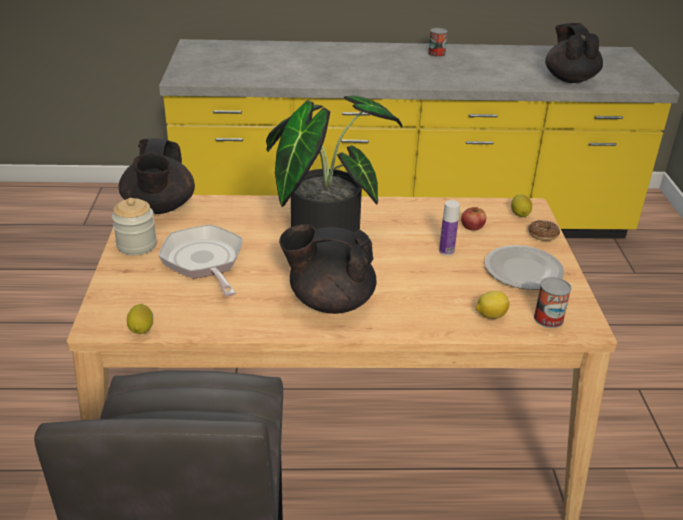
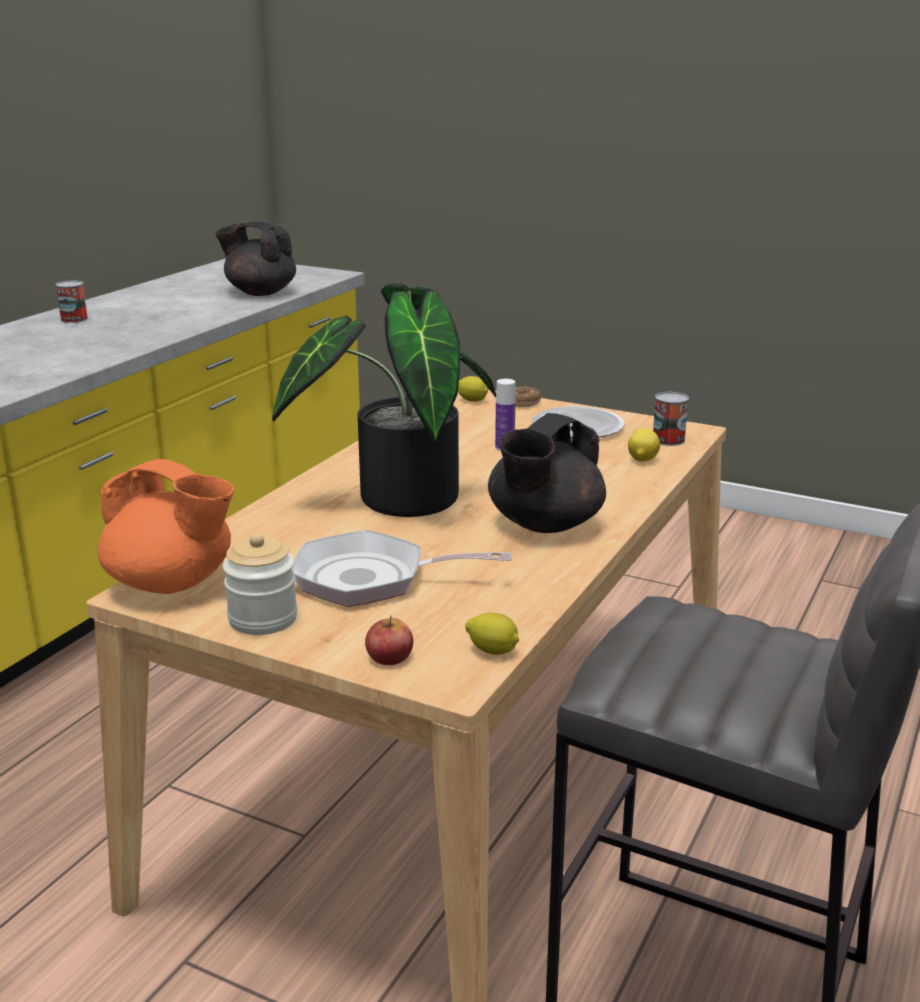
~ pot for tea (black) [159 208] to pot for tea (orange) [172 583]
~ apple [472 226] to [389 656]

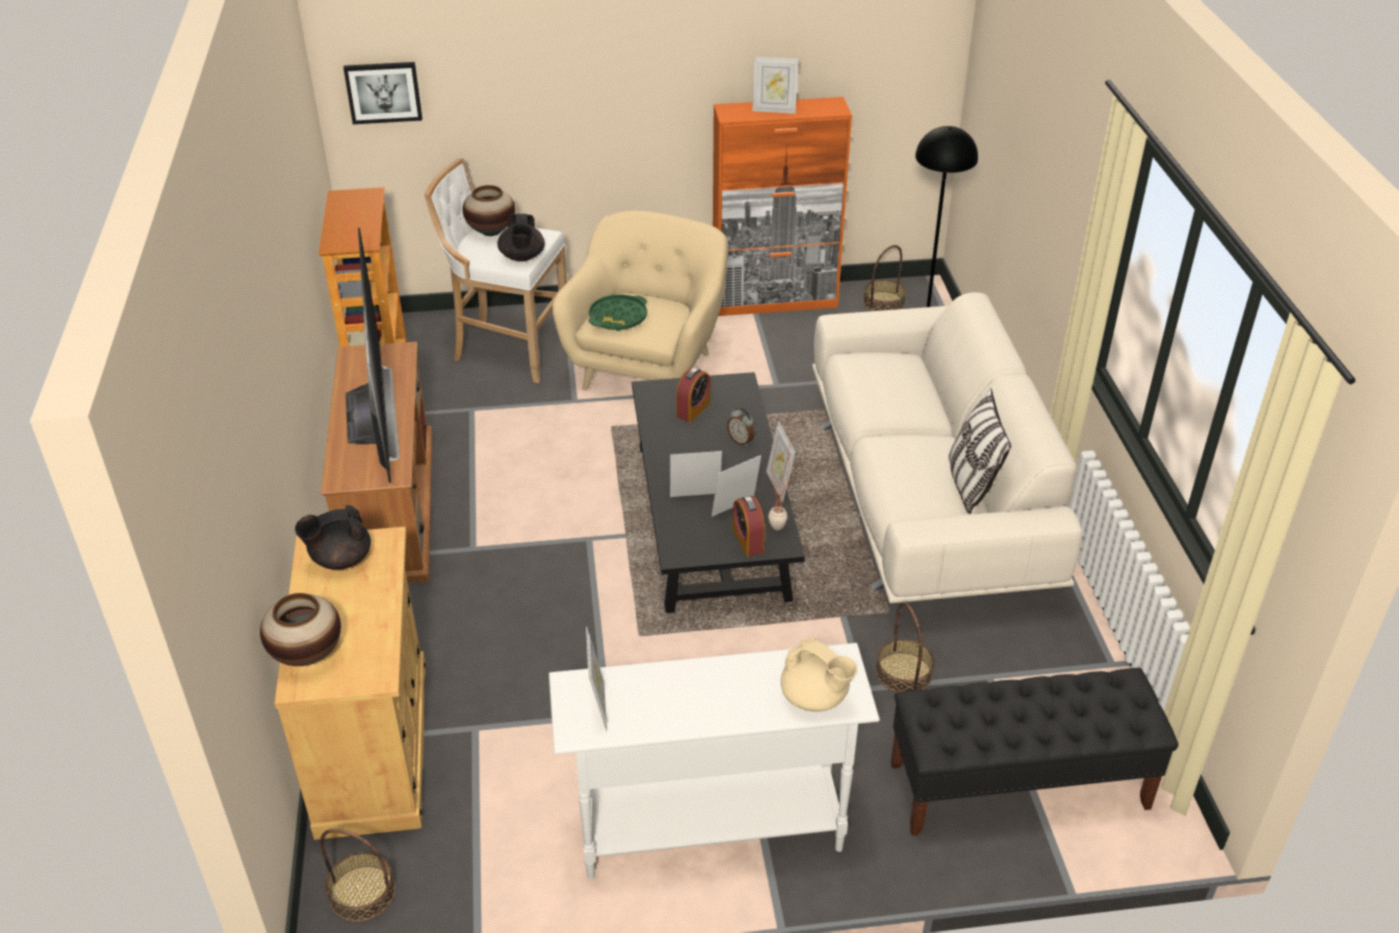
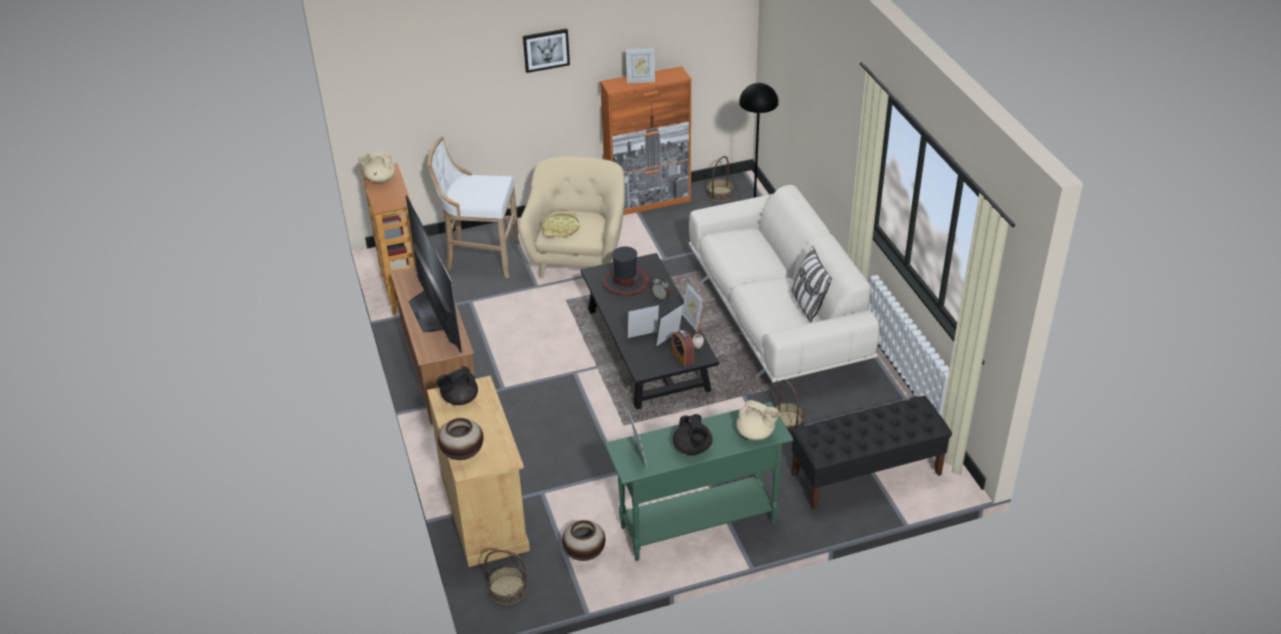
+ pot for tea (beige-coloured) [379 179]
~ wall art [383 92] to [546 50]
~ carrying tray (green-coloured) [618 317] to carrying tray (yellow-coloured) [561 228]
~ vase [491 231] to [585 553]
~ alarm clock [693 409] to wearable hat [625 282]
~ narrow table (white) [709 829] to narrow table (green-coloured) [697 524]
~ pot for tea (black) [522 257] to [693 448]

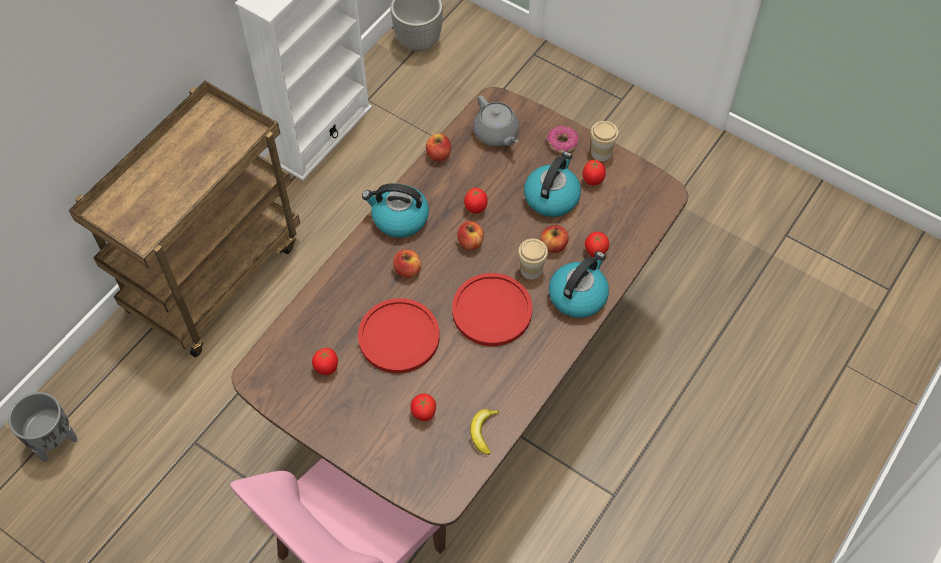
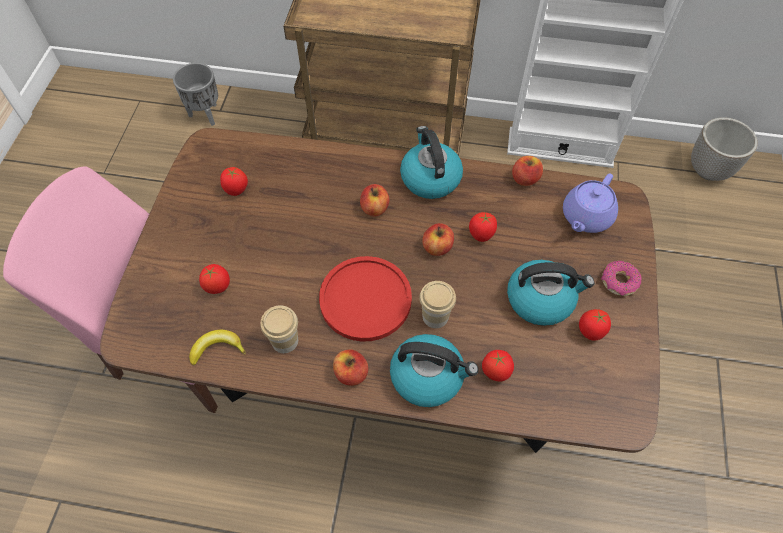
~ cup [601 153] to [285 341]
~ apple [553 245] to [351 373]
~ pot for tea (gray) [496 134] to pot for tea (purplish) [586 217]
- dinner plate (red) [399 337]

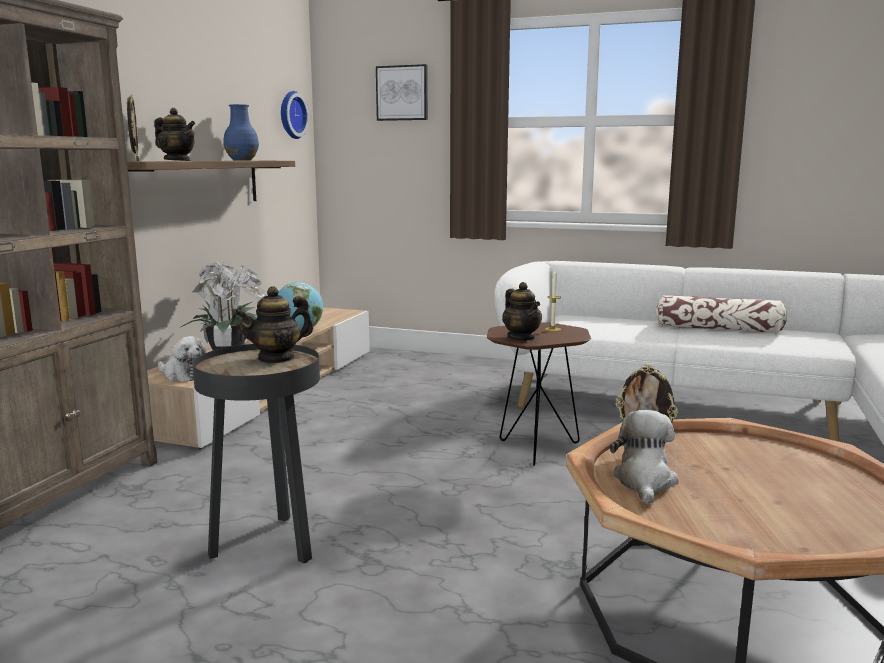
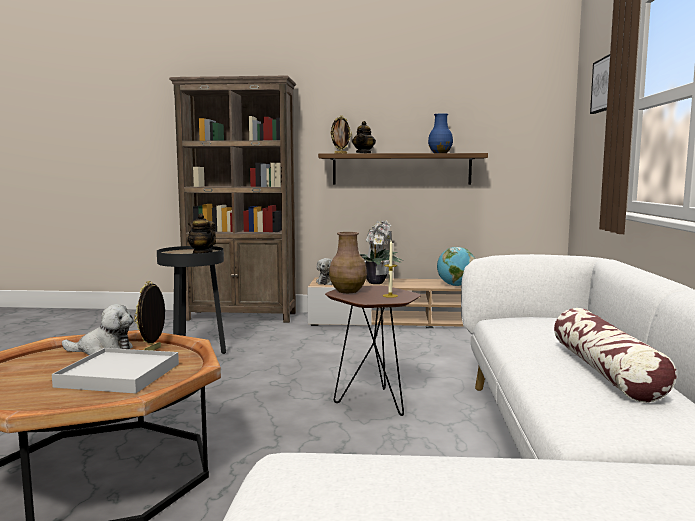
+ carrying tray (white) [119 375]
~ pot for tea [521 338] to vase (brownish) [348 291]
- hanging clock [291 115]

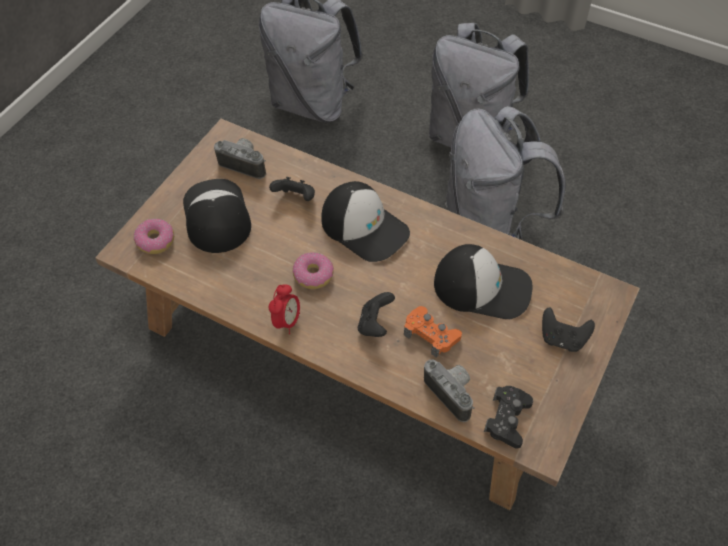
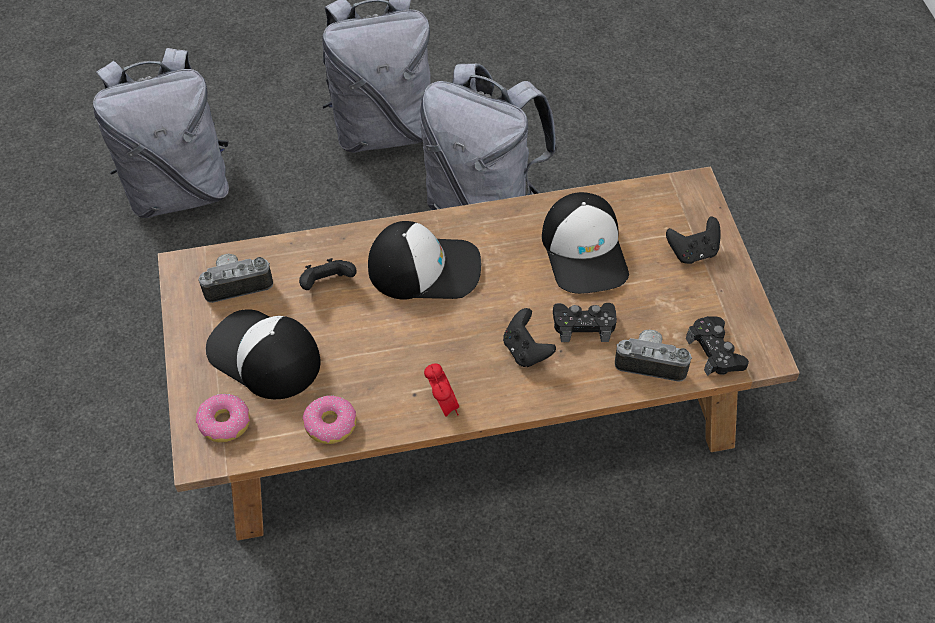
~ doughnut [313 275] to [331 424]
~ peaked cap [483 286] = [585 251] 105 degrees clockwise
~ joypad (orange) [431 335] to joypad (black) [583 325]

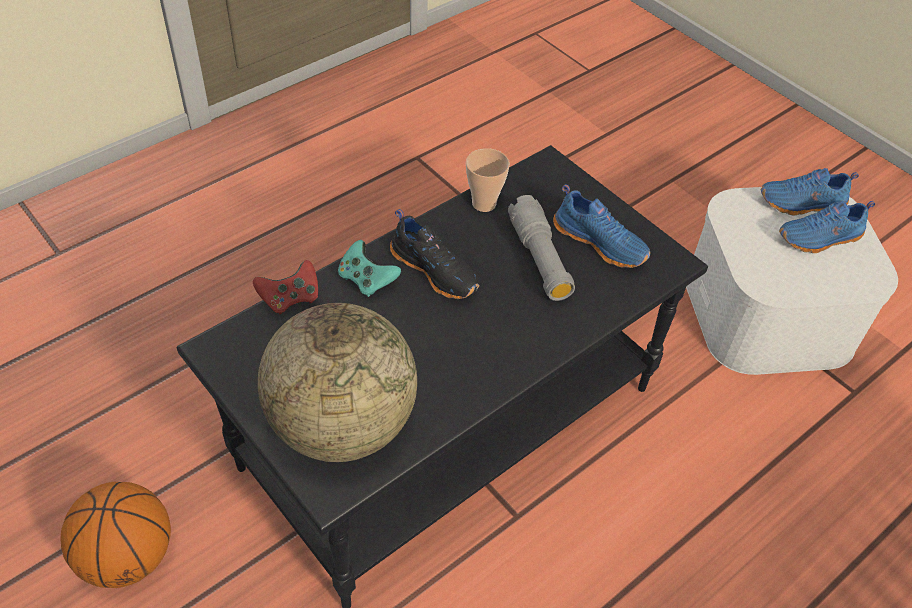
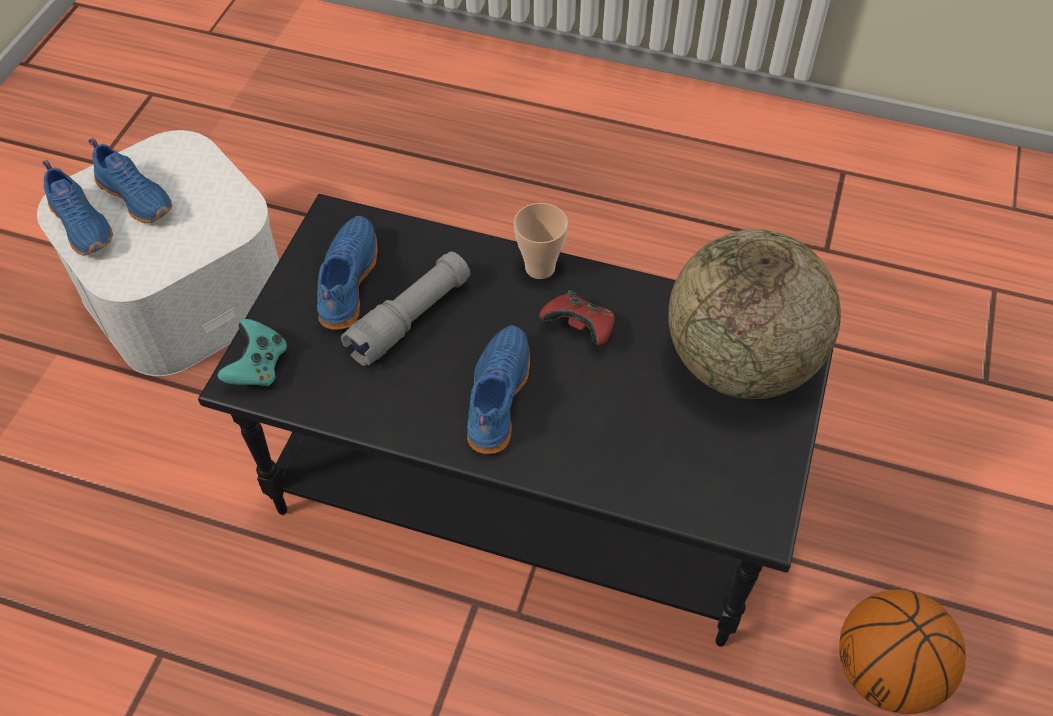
~ joypad (turquoise-coloured) [366 280] to [258 367]
~ shoe (black) [436 270] to shoe (blue) [495 397]
~ cup [484 203] to [540 268]
~ joypad (red) [290 298] to [580 329]

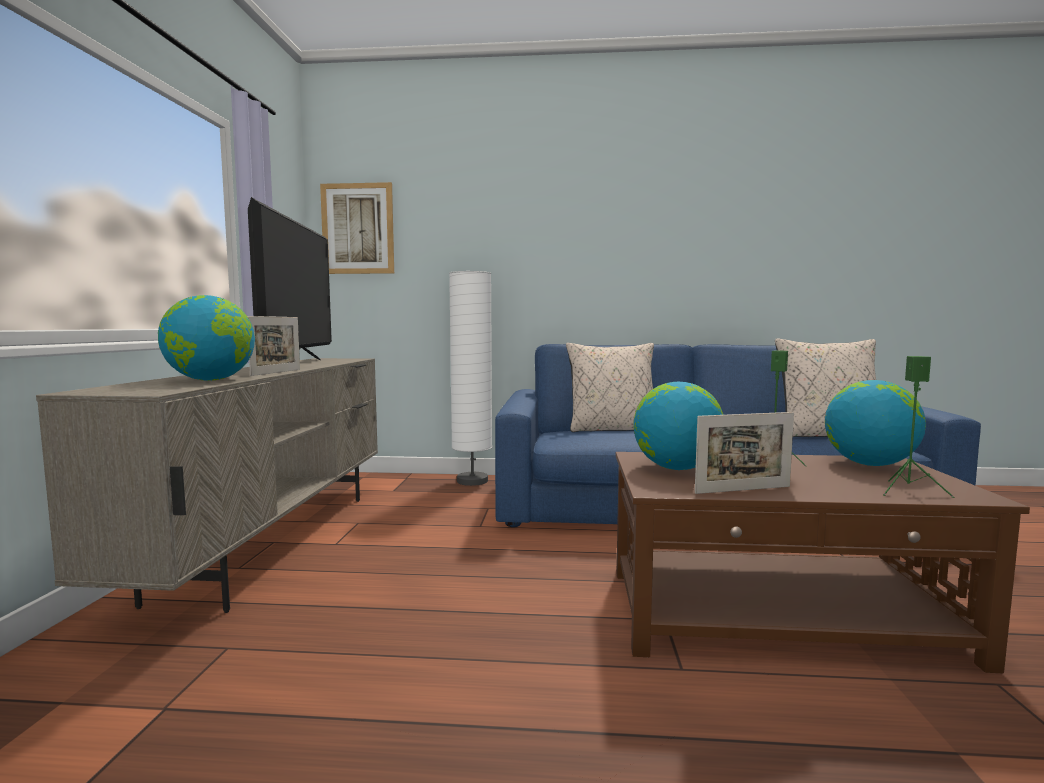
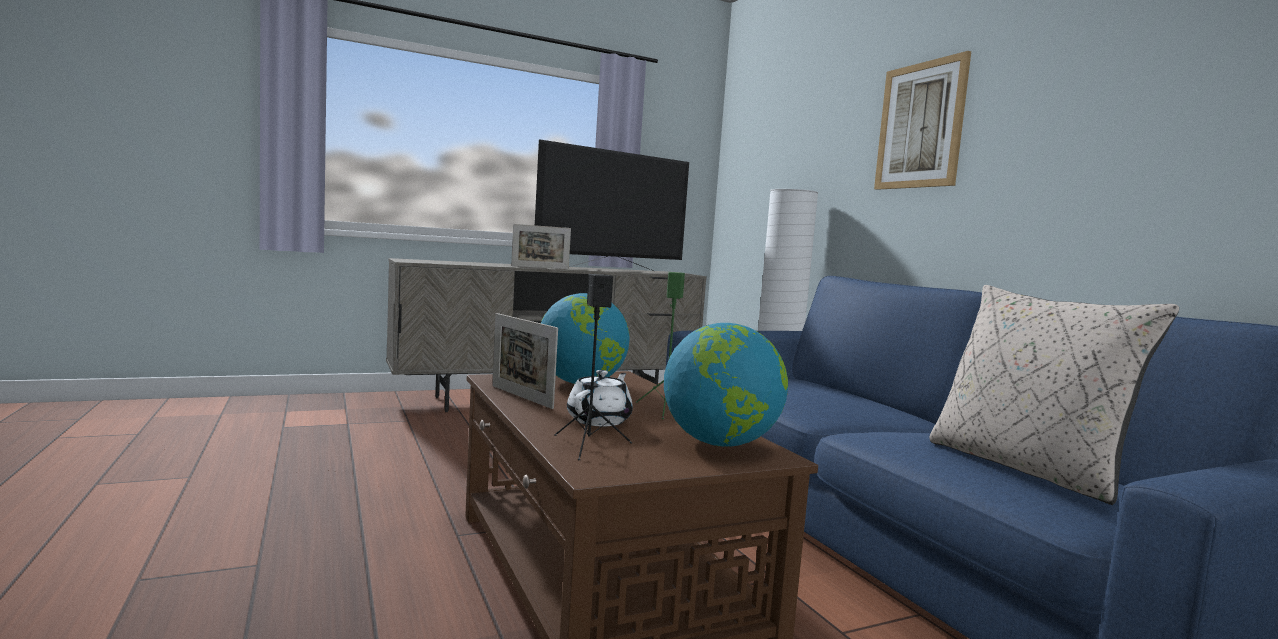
~ speaker (green-coloured) [909 491] to speaker (black) [588 446]
+ pot for tea (white) [600 420]
~ wall art [358 229] to [920 125]
- world globe [211 380]
- pillow (beige-coloured) [612 429]

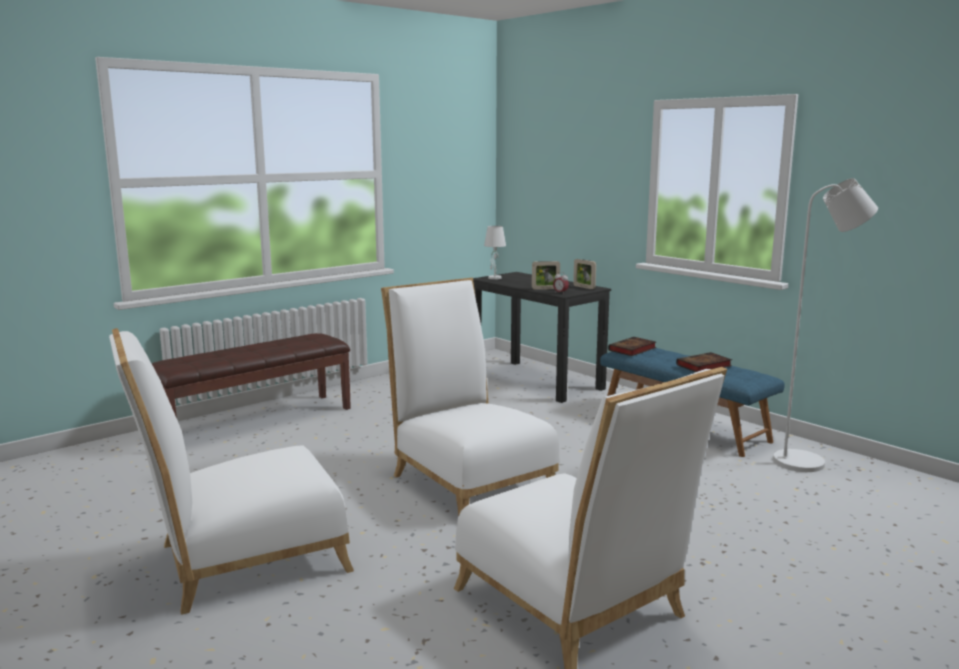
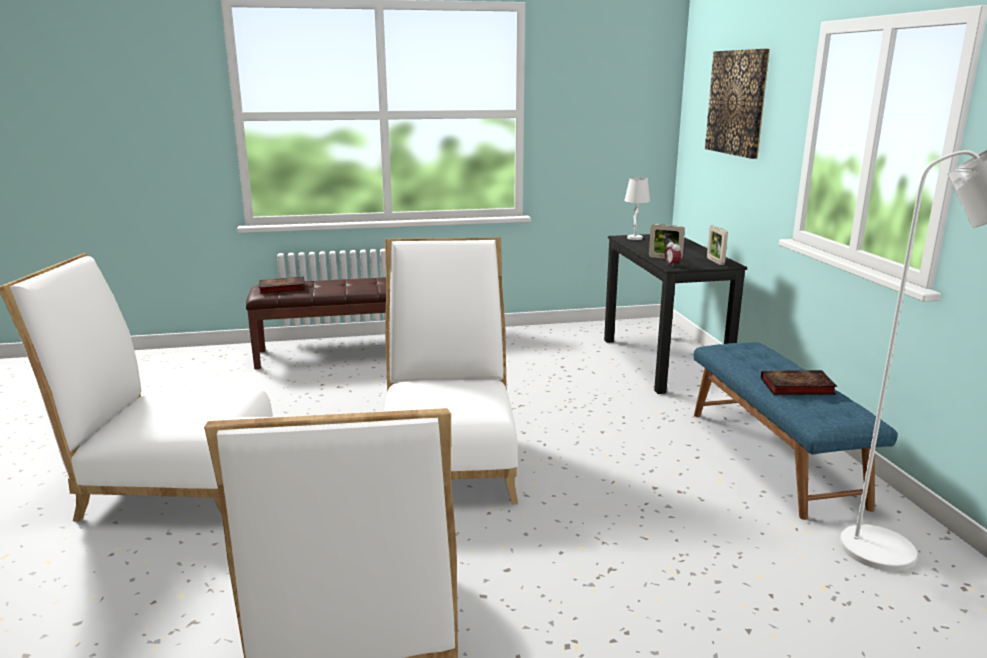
~ book [632 350] to [281 288]
+ wall art [737 102]

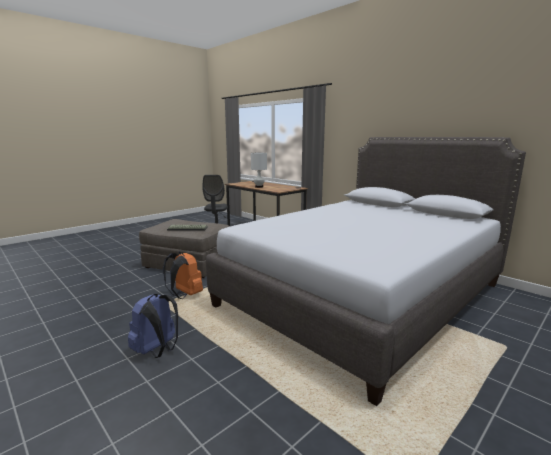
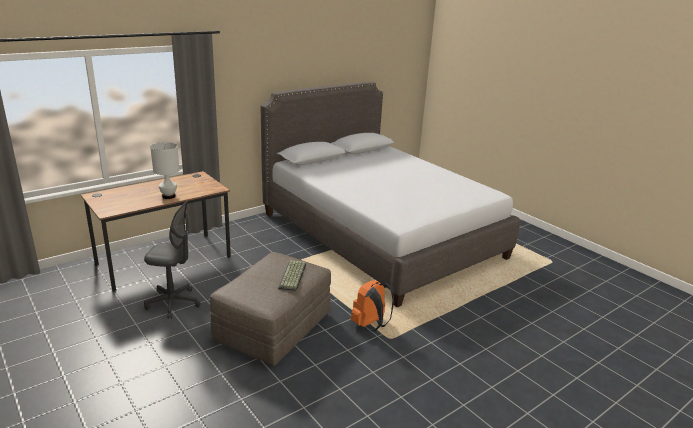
- backpack (blue) [157 351]

